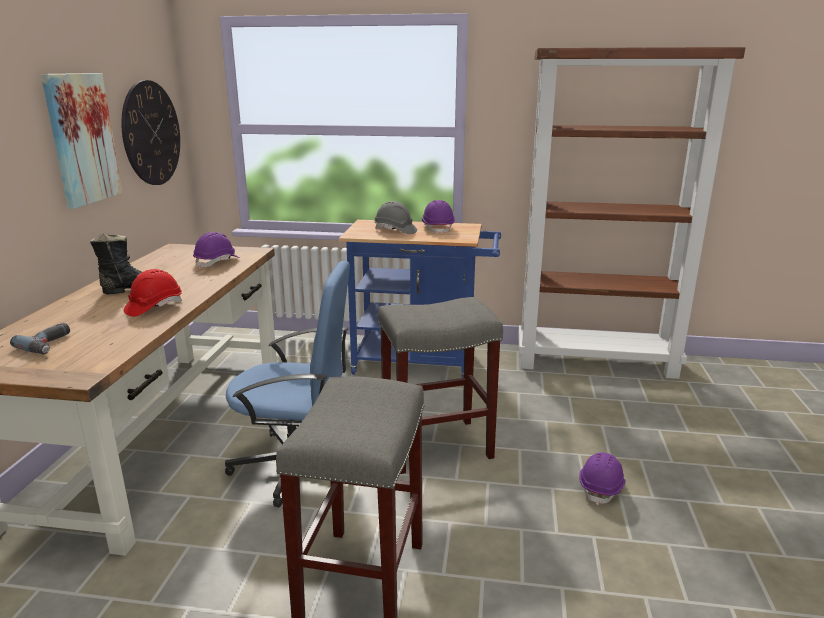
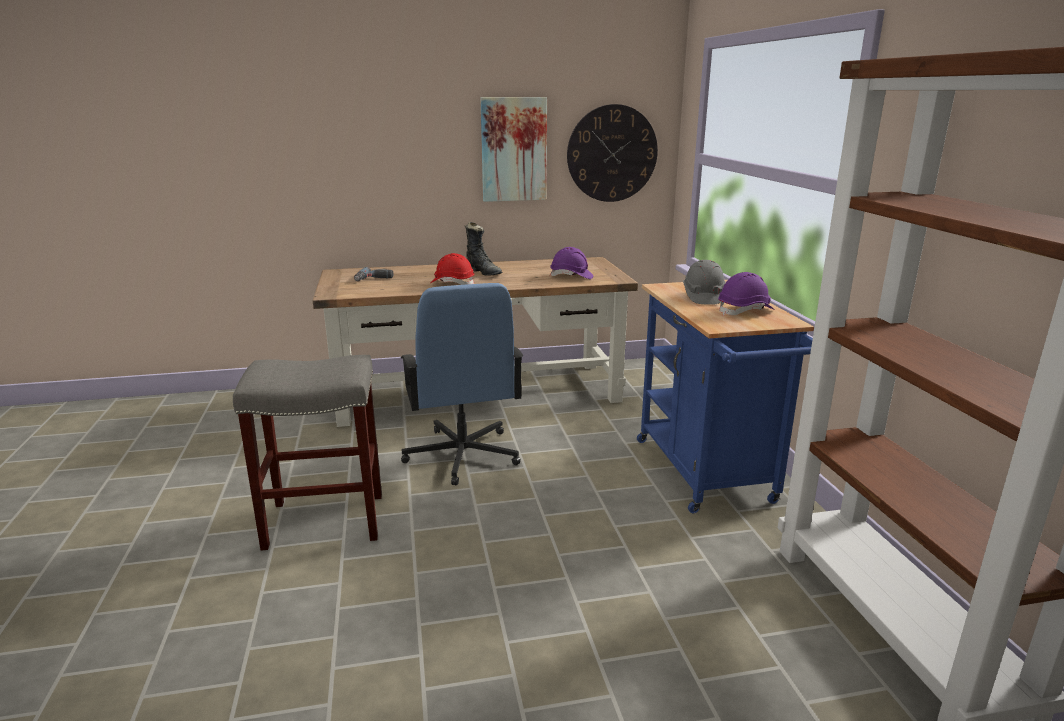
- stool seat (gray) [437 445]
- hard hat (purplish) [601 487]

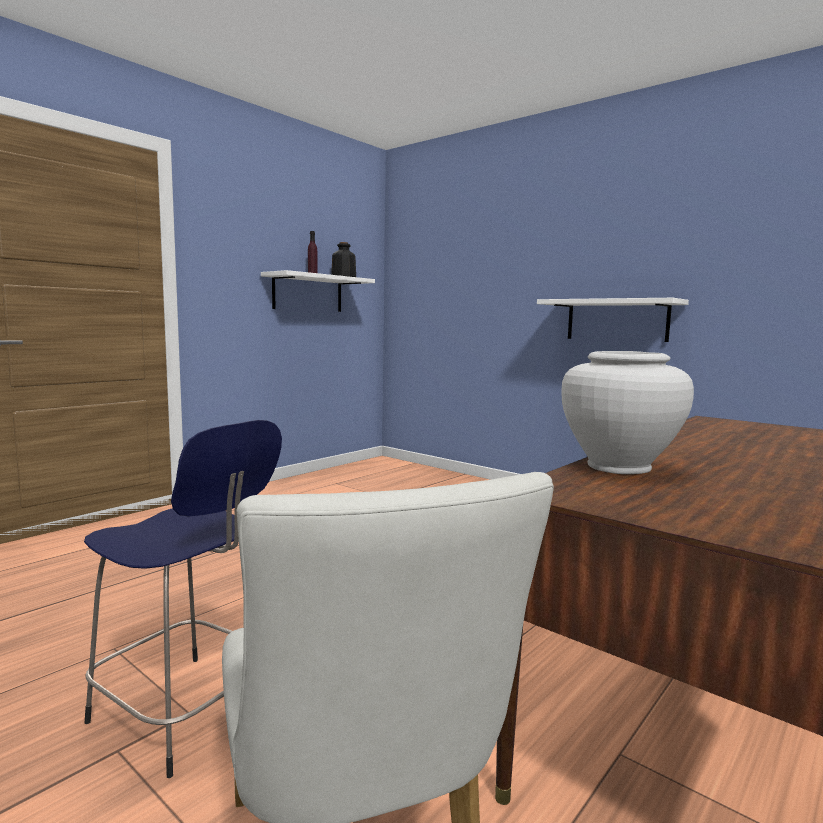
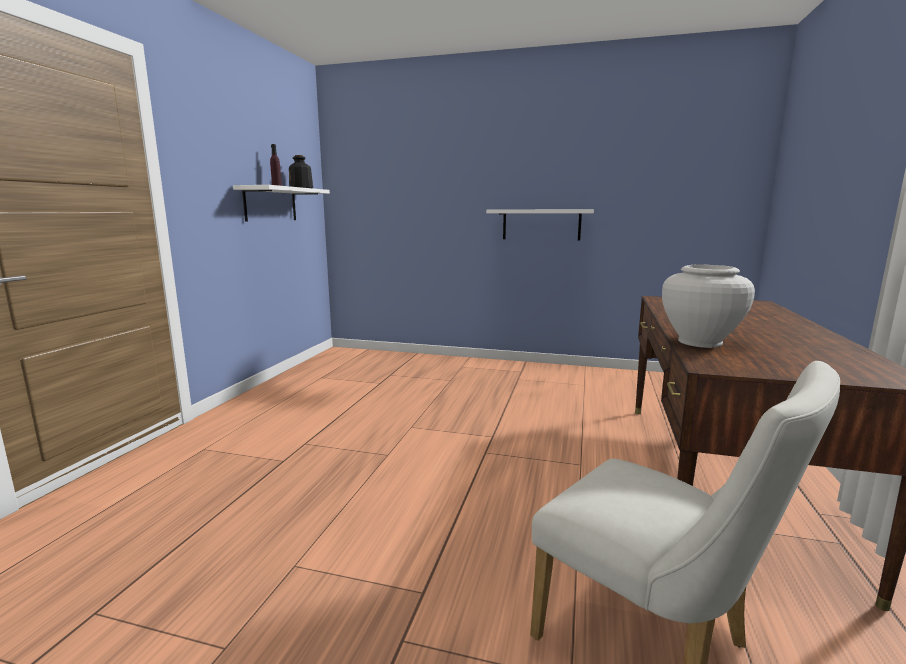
- stool seat (blue) [188 713]

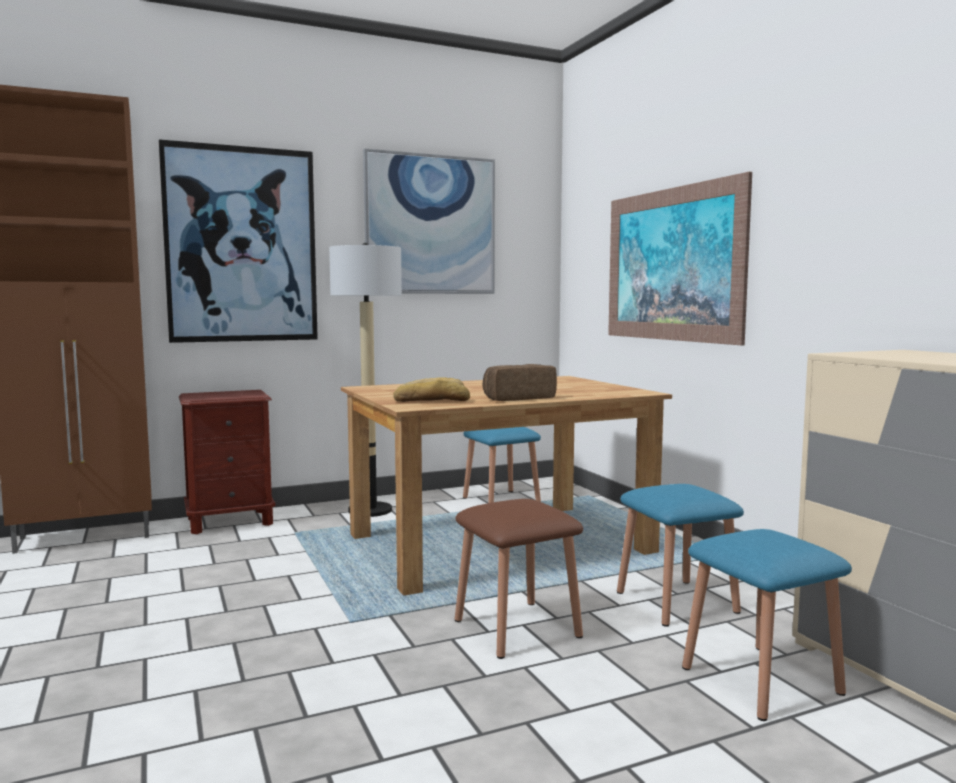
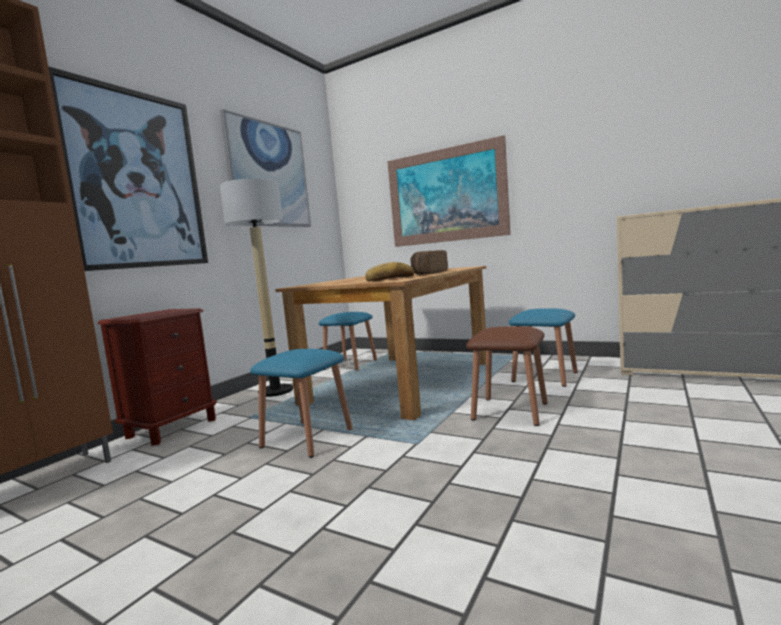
~ stool seat (blue) [761 680] to [307 438]

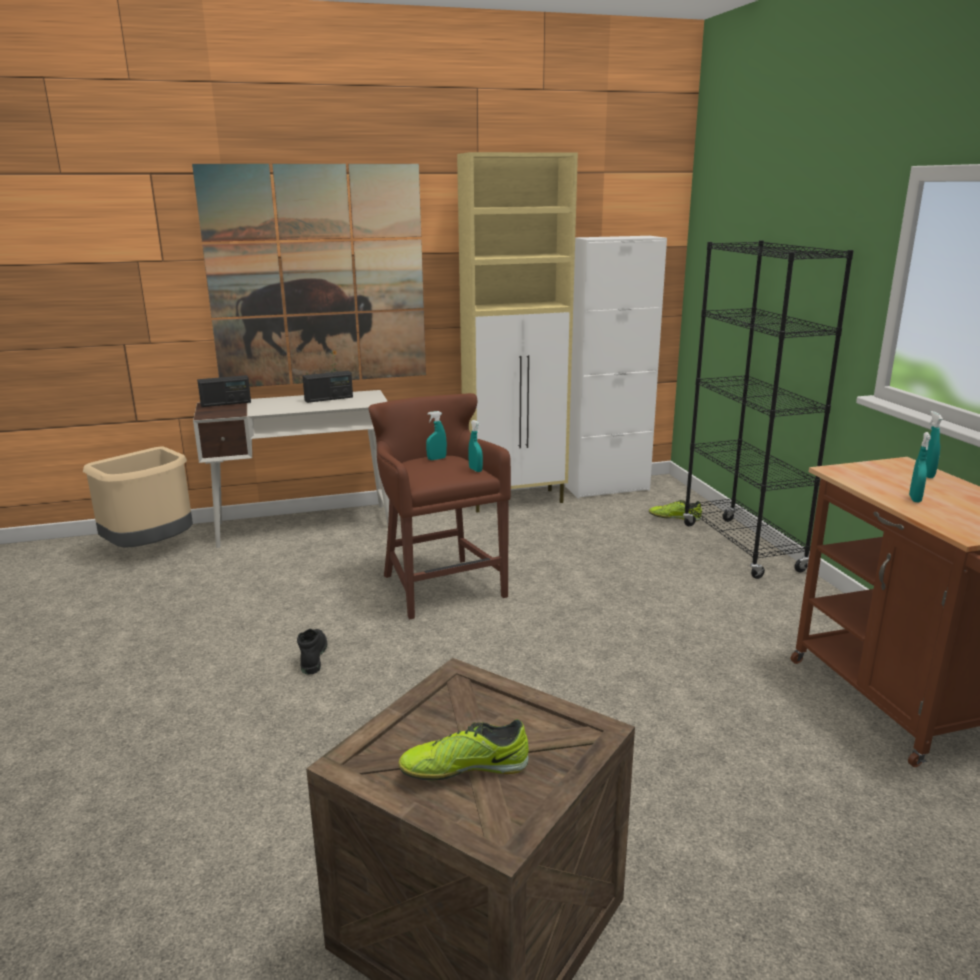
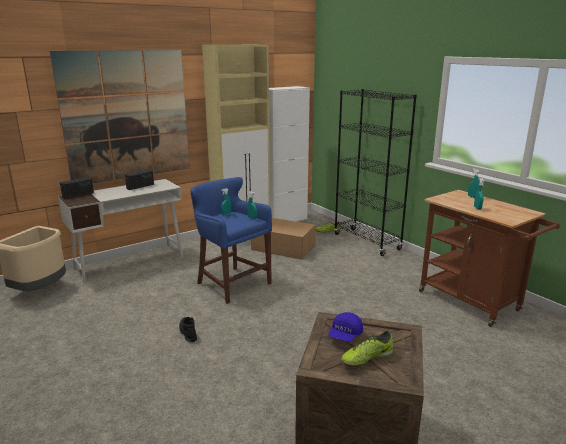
~ stool seat (brownish) [440 585] to stool seat (blue) [231 283]
+ packing box [282 247]
+ peaked cap (blue) [345 335]

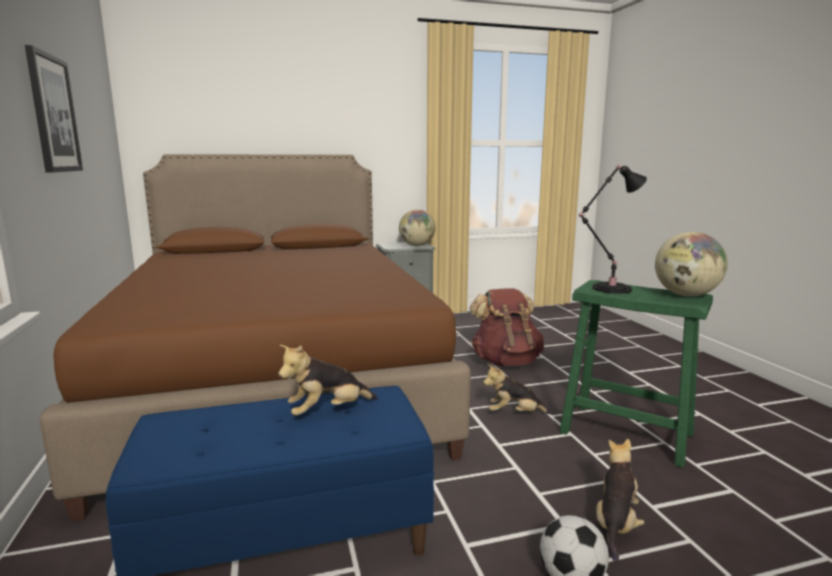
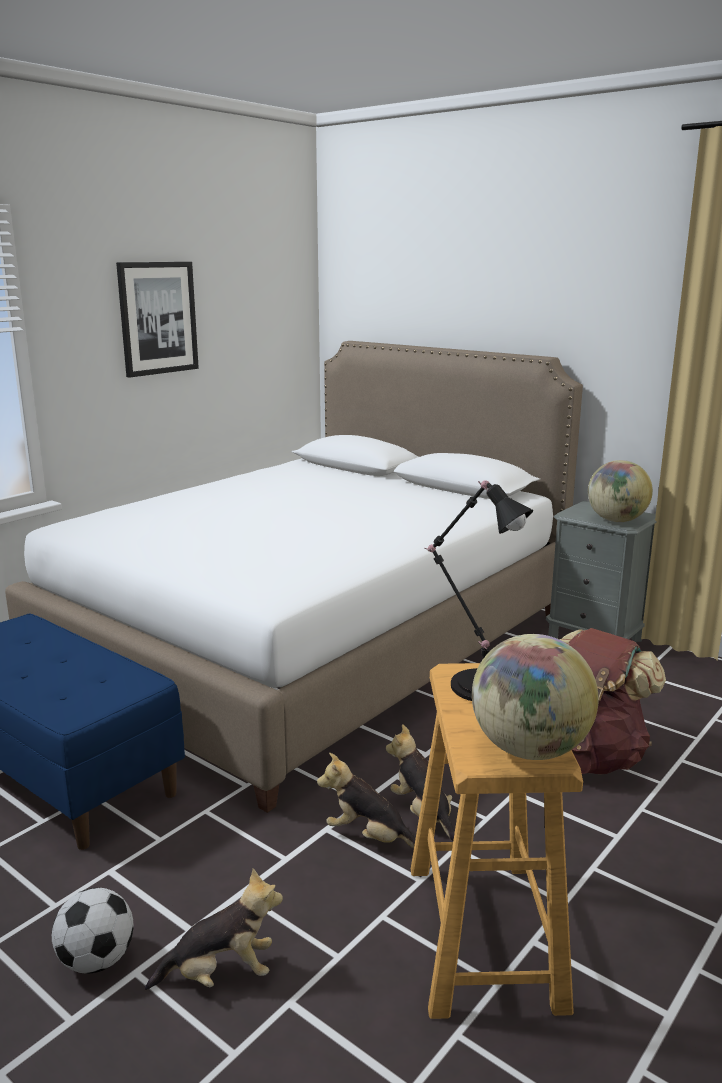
~ bed (brownish) [277 383] to bed (white) [312 644]
~ cuddly toy [328 412] to [370 837]
~ stool seat (green-coloured) [625 432] to stool seat (beige-coloured) [483 933]

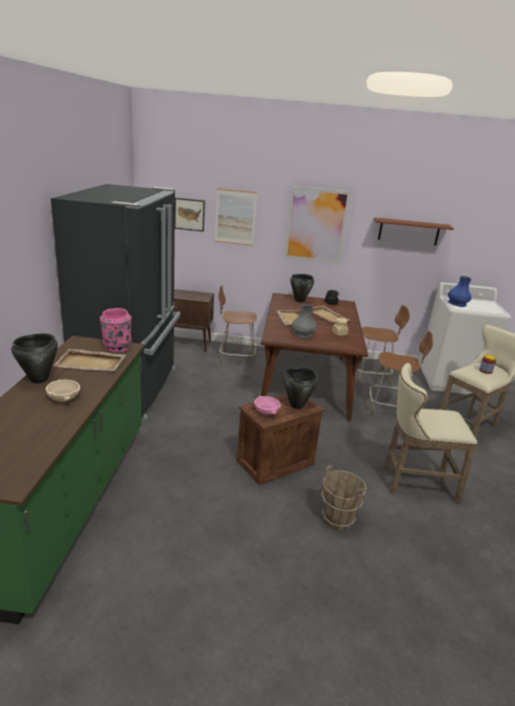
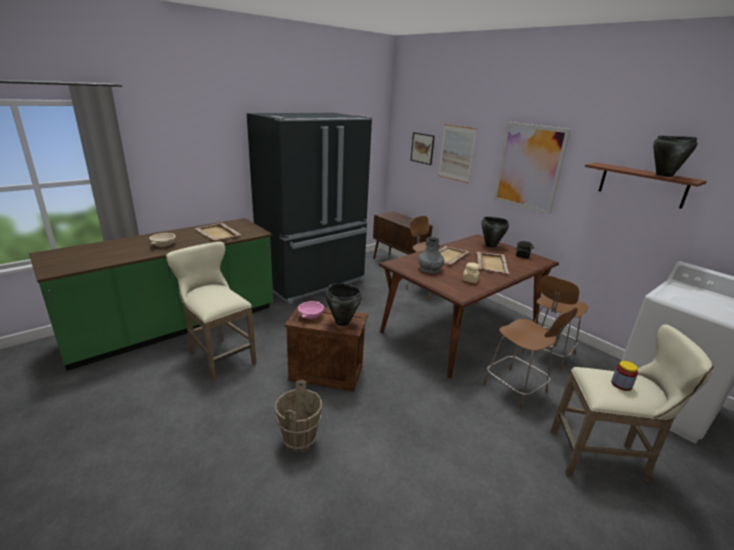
~ stool seat (beige-coloured) [414 483] to [218 356]
~ plain chair (brownish) [372 376] = [547 354] 90 degrees clockwise
~ saucepot (black) [39 379] to [664 175]
- vase (pink-coloured) [117 347]
- vase (blue) [457 304]

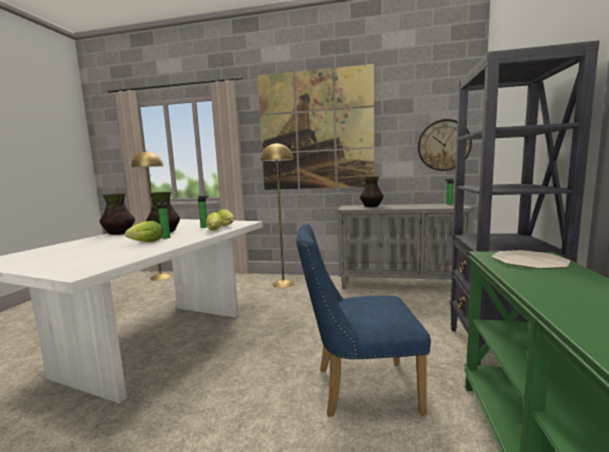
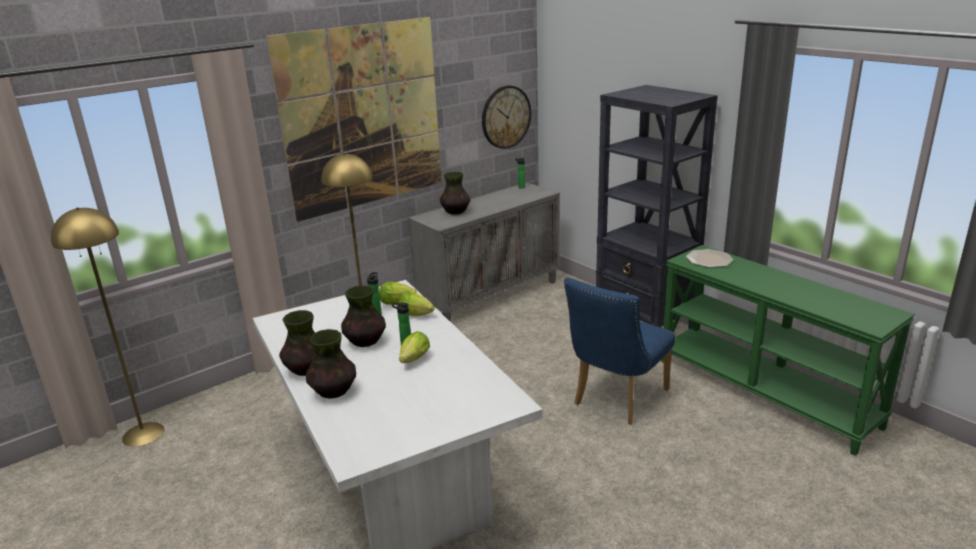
+ vase [333 392]

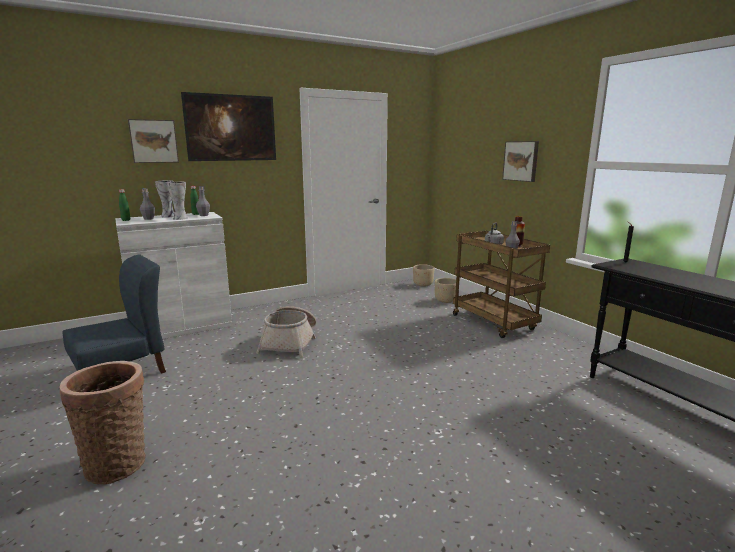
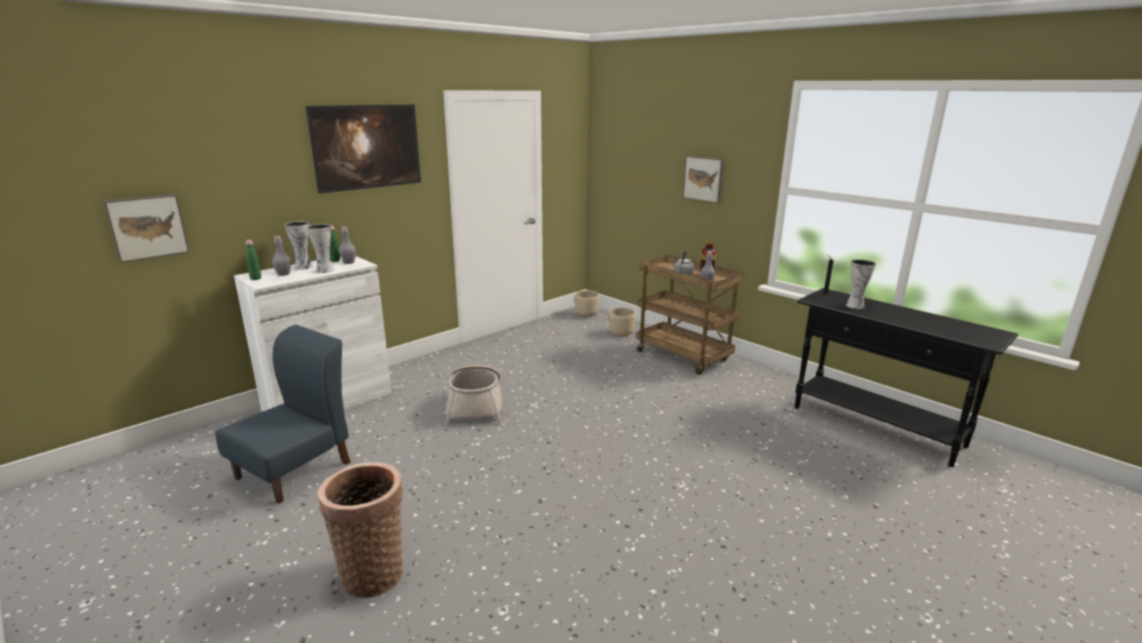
~ wall art [153 141] to [147 227]
+ vase [854 305]

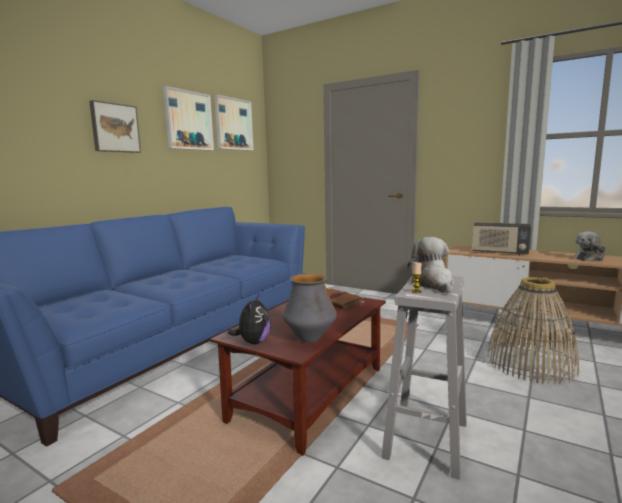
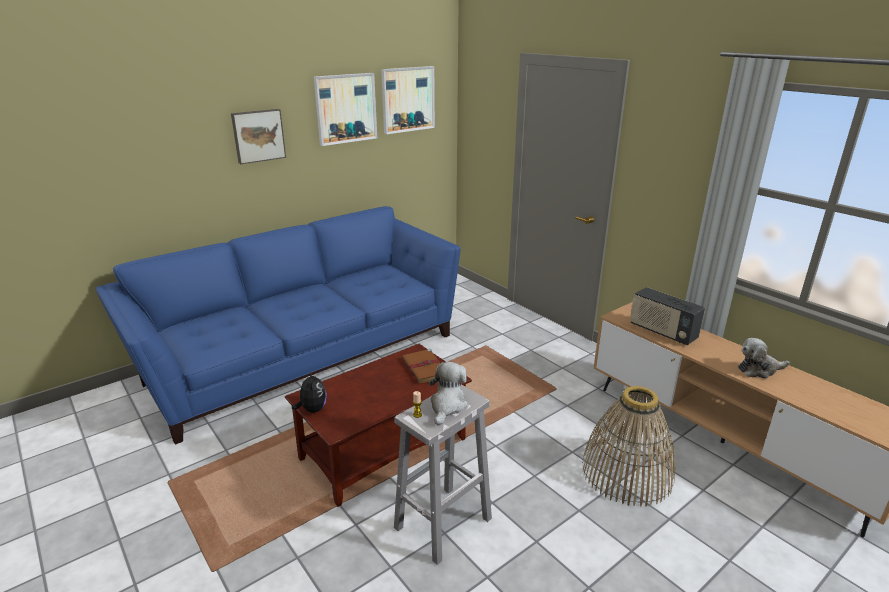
~ cuddly toy [253 342] = [312 409] 45 degrees counterclockwise
- vase [310 339]

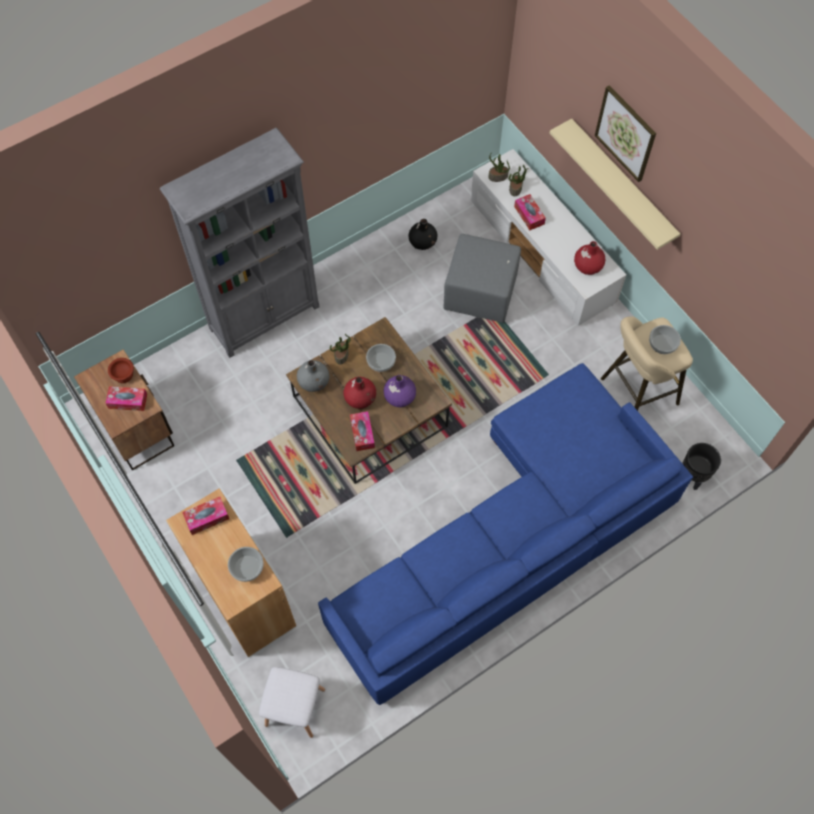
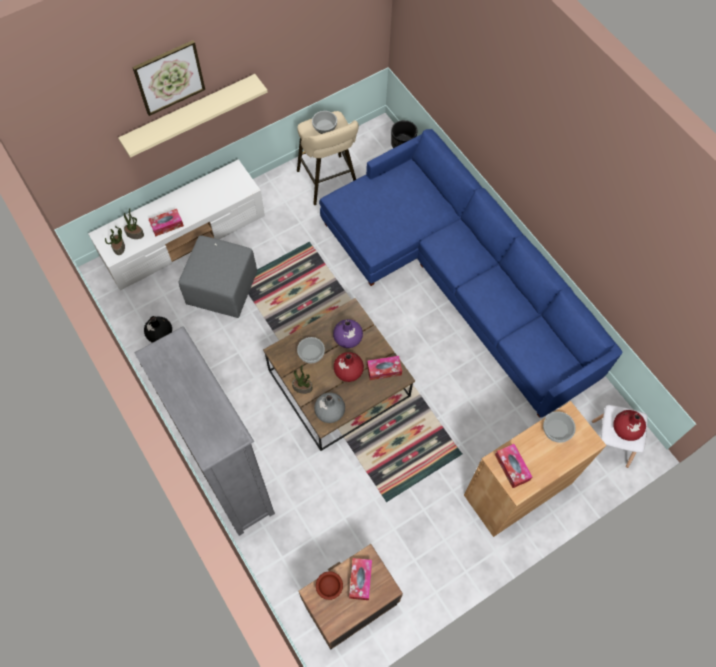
~ vase (red) [587 266] to [625 429]

